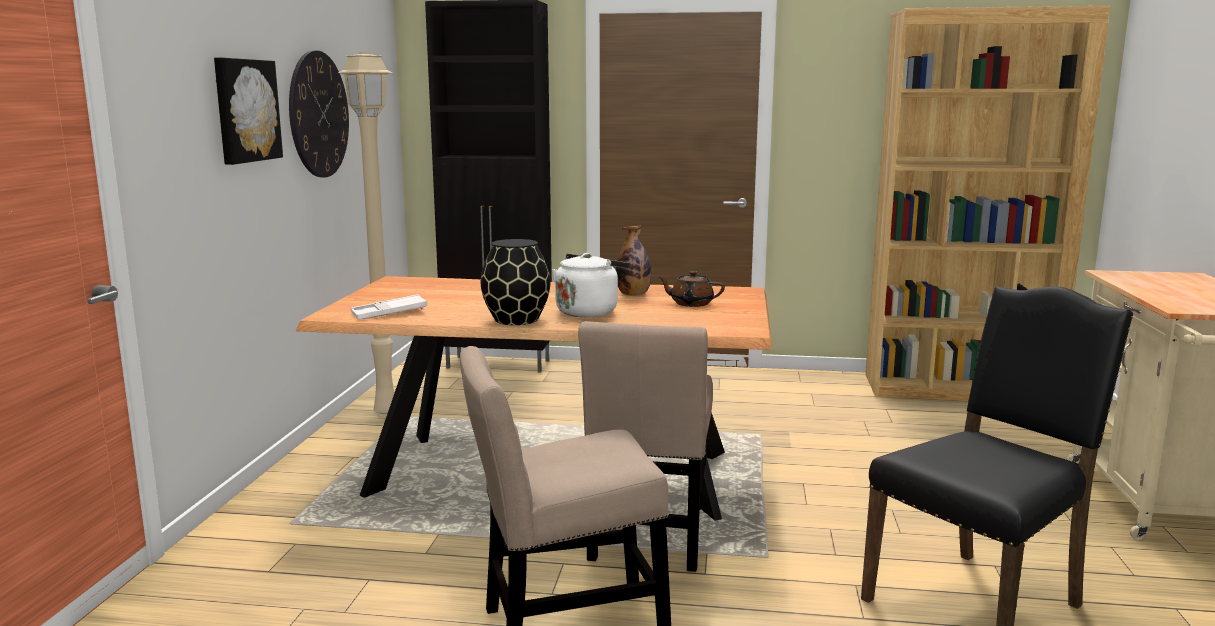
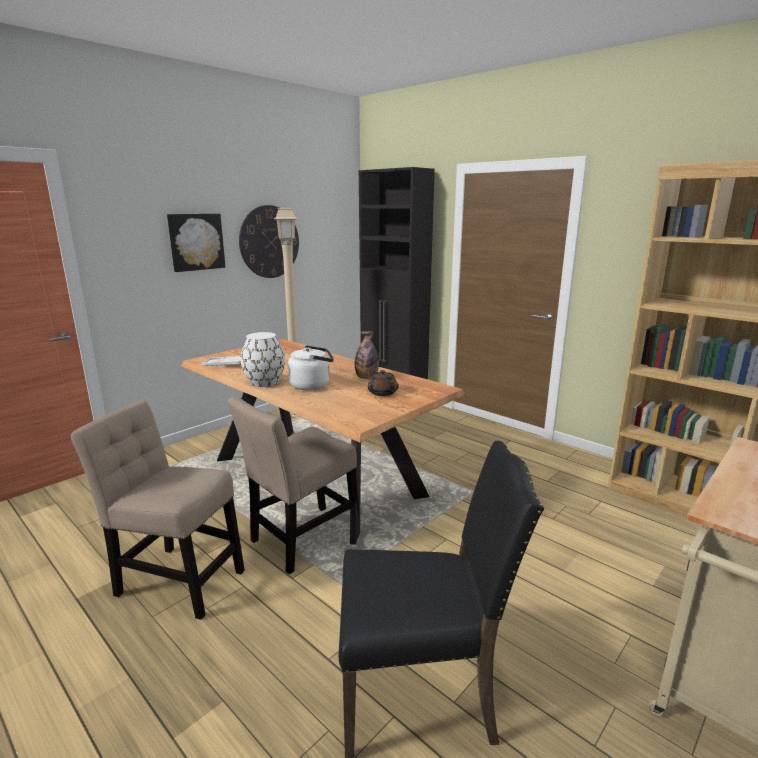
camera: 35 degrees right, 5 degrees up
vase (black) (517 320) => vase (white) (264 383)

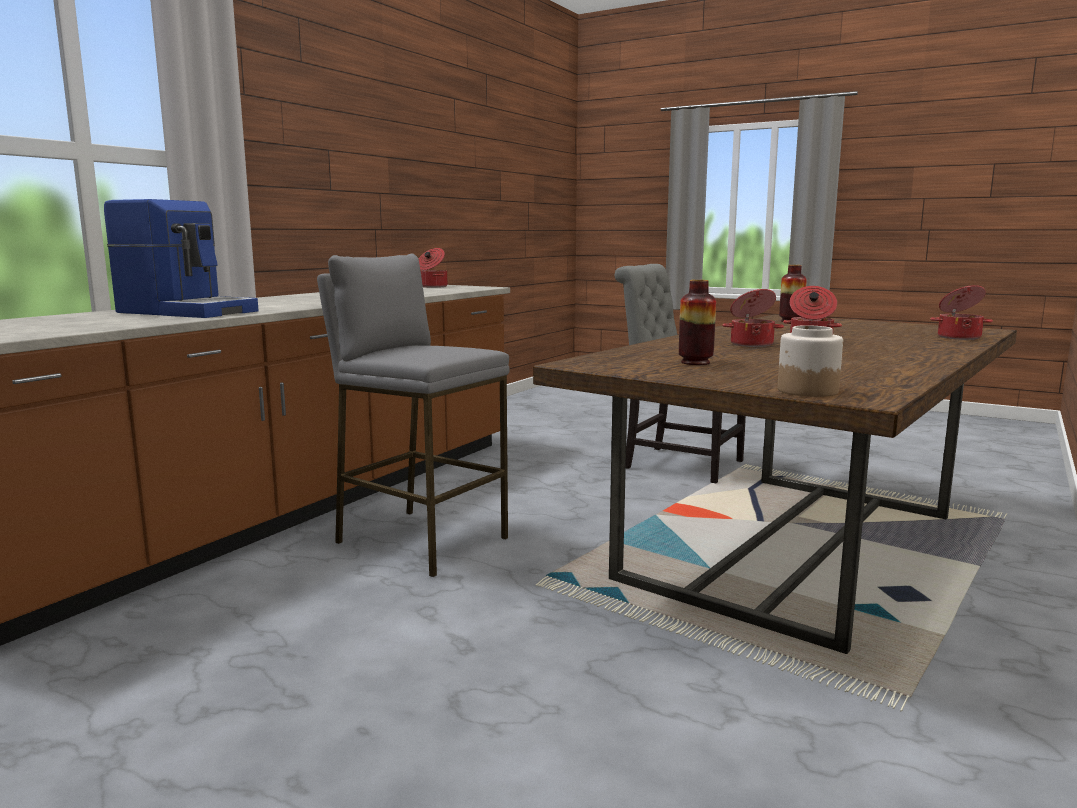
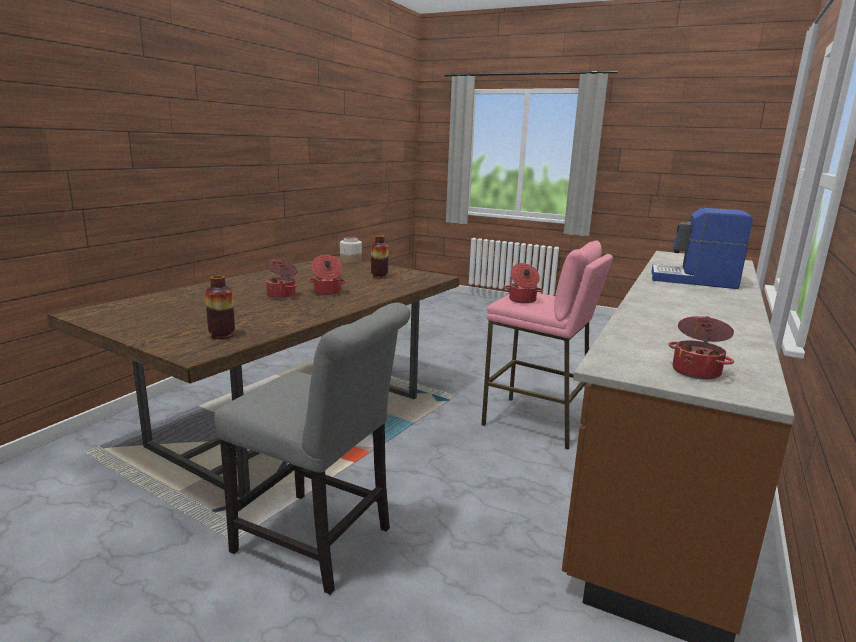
camera: 175 degrees right, 5 degrees up
cooking pot (958 337) => cooking pot (522 300), moved
stool (grey) (421 540) => stool (pink) (536 423)

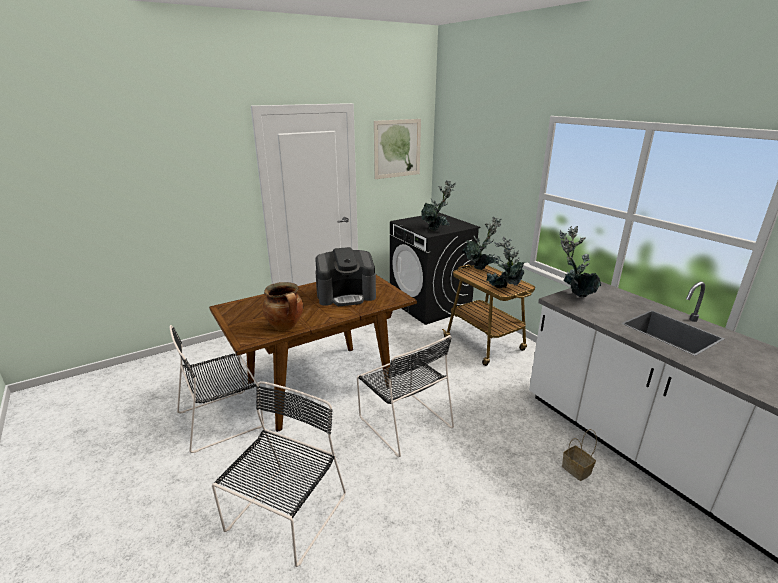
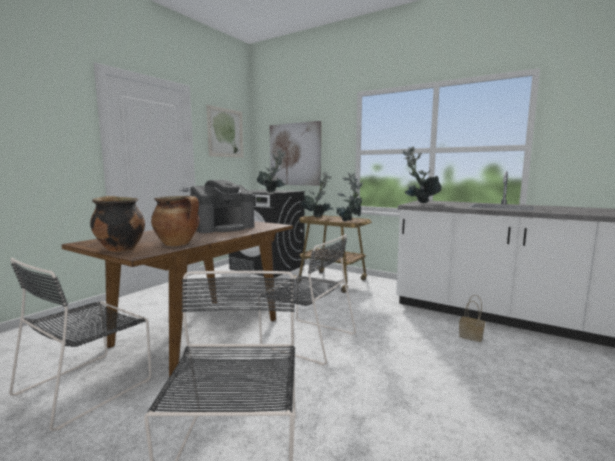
camera: 25 degrees left, 15 degrees down
nothing => cooking pot (119 249)
nothing => picture (295 154)

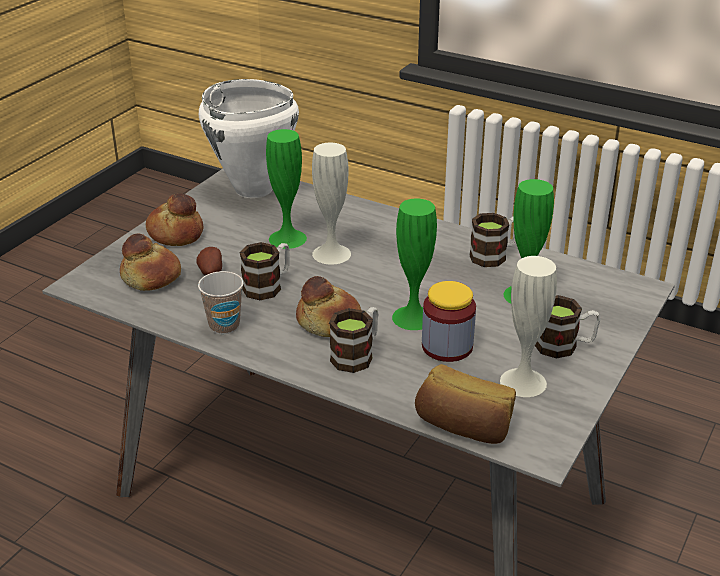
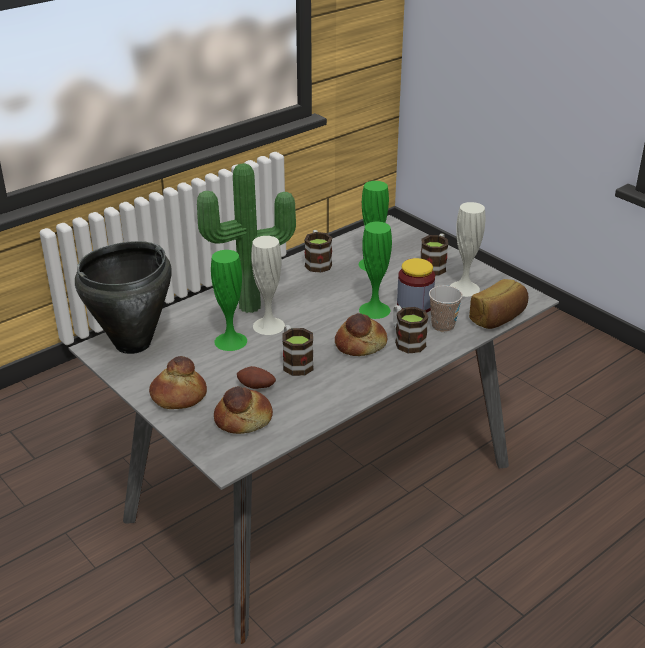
camera: 70 degrees left, 0 degrees up
nothing => potted plant (252 309)
cup (224 325) => cup (443 326), moved
cooking pot (white) (253 190) => cooking pot (black) (134 344)

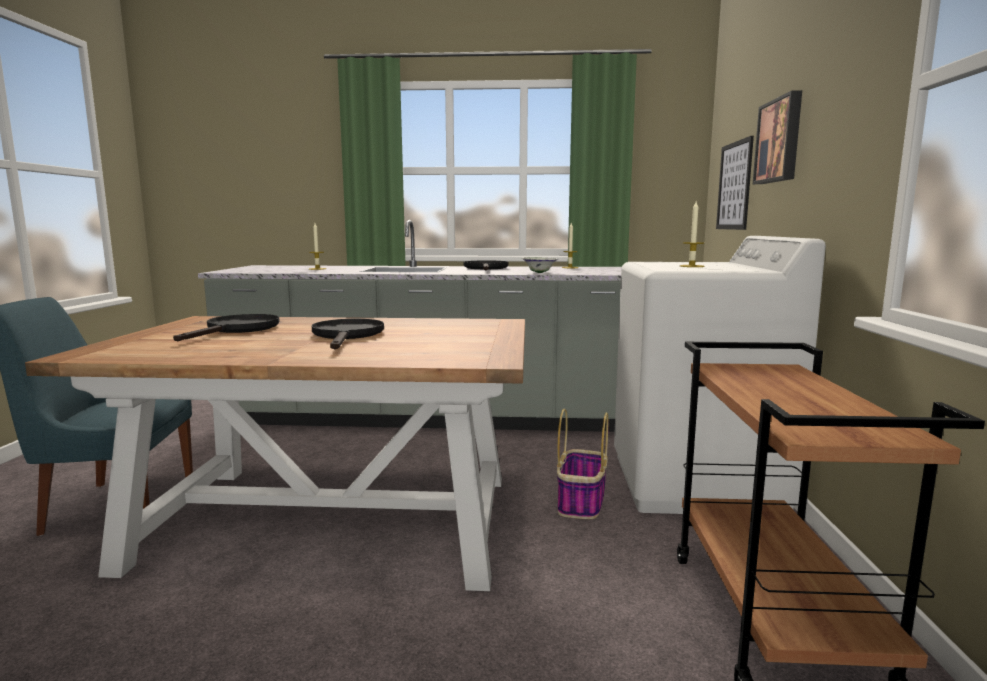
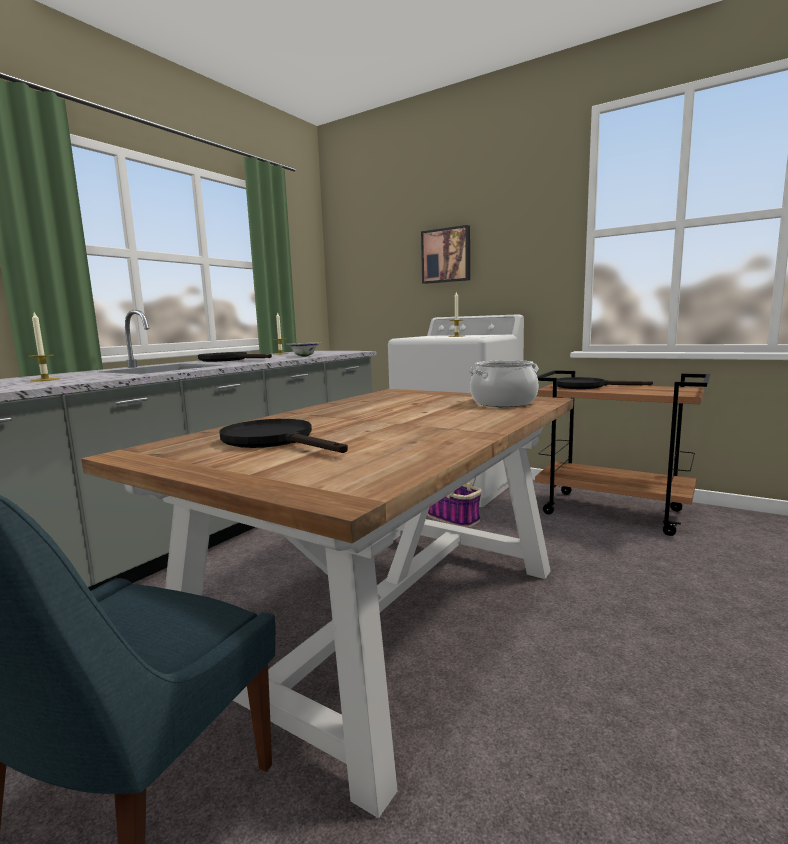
camera: 60 degrees left, 0 degrees up
picture (734 186) => nothing
nothing => cooking pot (503 403)
frying pan (black) (347 335) => frying pan (black) (587 386), moved

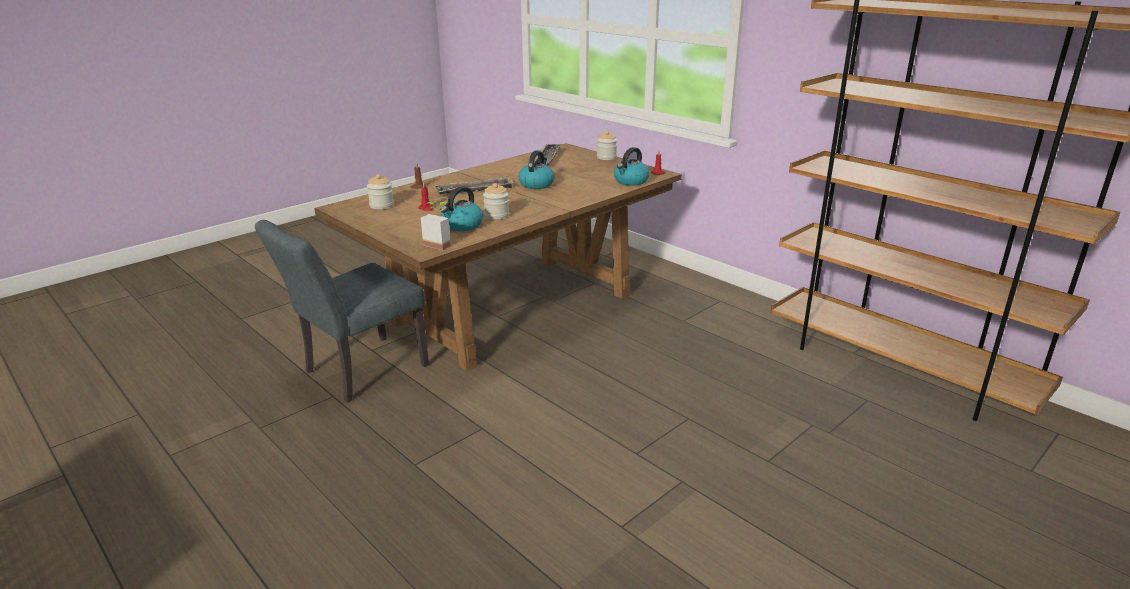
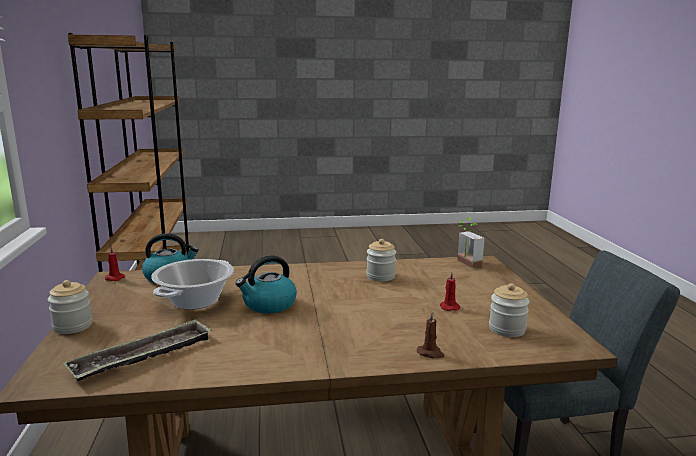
camera: 145 degrees left, 10 degrees down
tray (474 190) => nothing
kettle (462 225) => nothing
nothing => cooking pot (195 301)

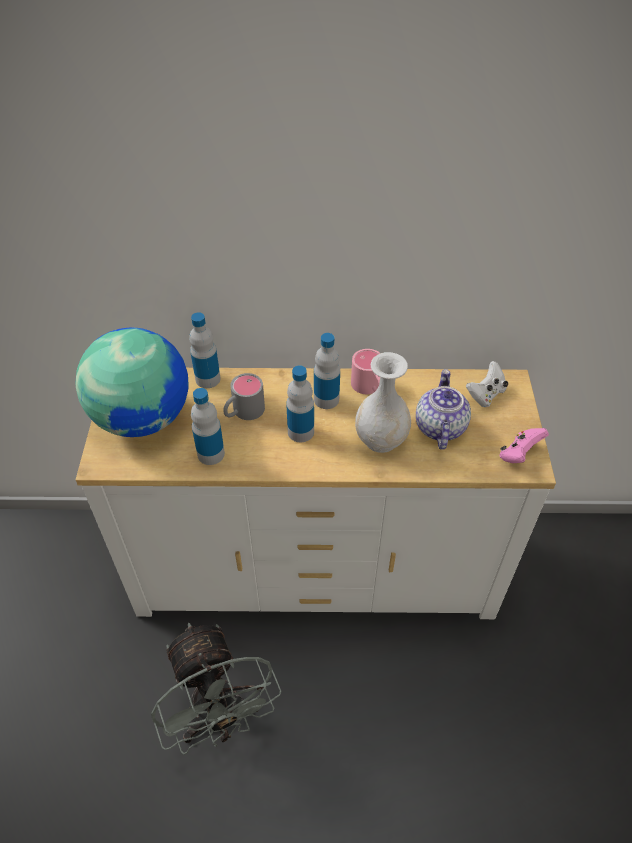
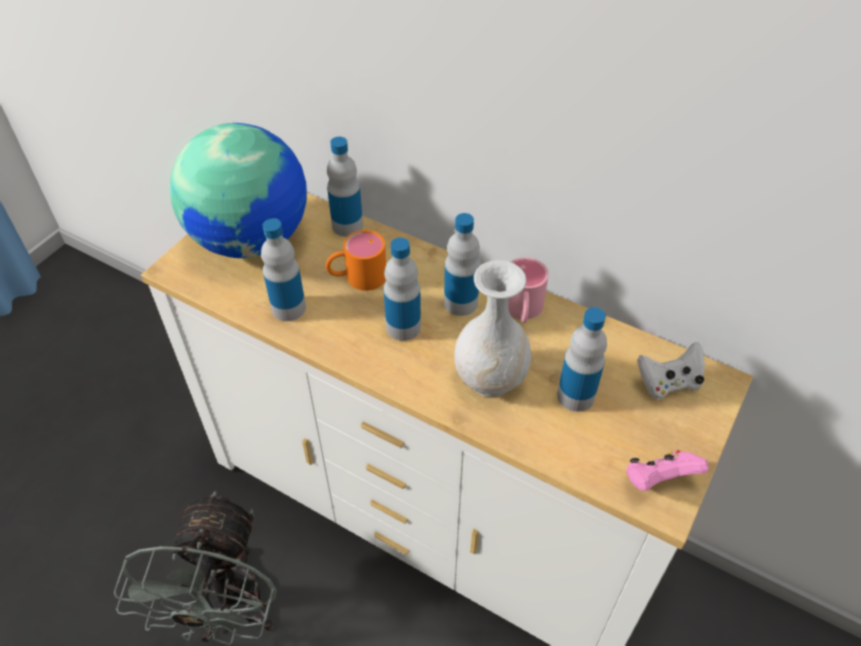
camera: 30 degrees right, 0 degrees up
teapot (439 426) => bottle (575 396)
mug (grey) (243 412) => mug (orange) (357 277)

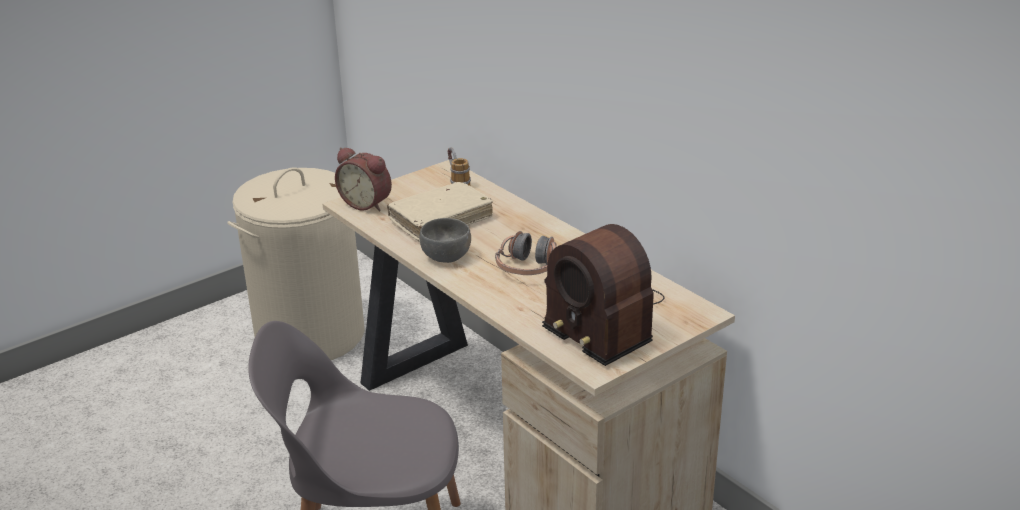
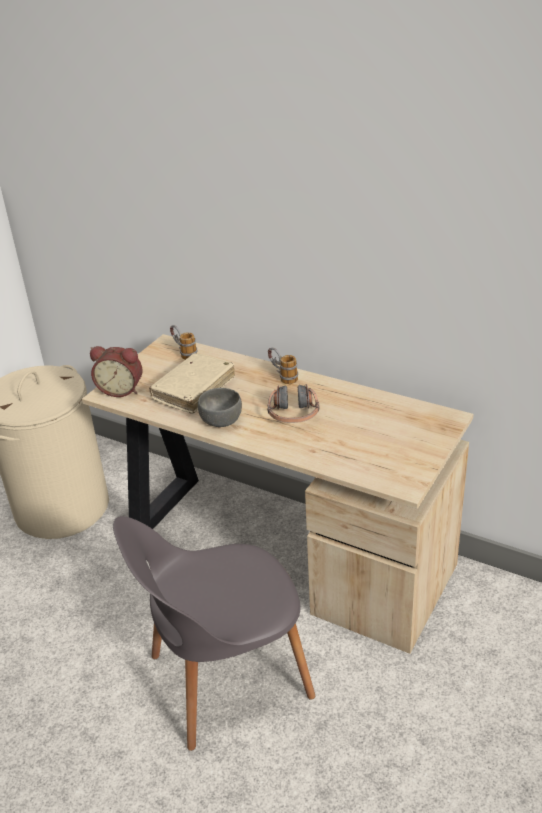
camera: 20 degrees left, 5 degrees up
radio (602 321) => nothing
nothing => mug (282 377)

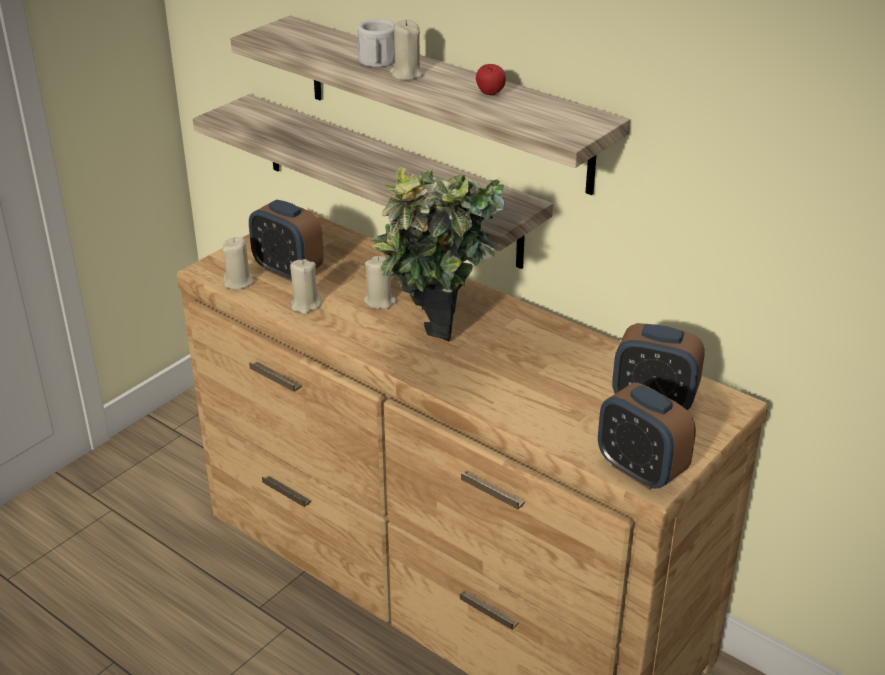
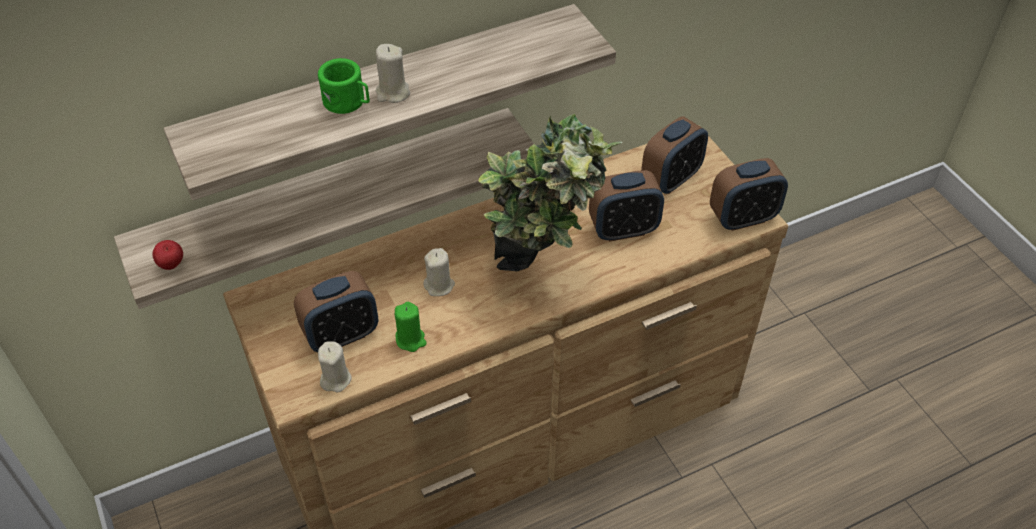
camera: 65 degrees left, 15 degrees up
nothing => alarm clock (623 229)
apple (490 95) => apple (172 265), moved
candle (beige) (306 305) => candle (green) (410 339)
mug (white) (377 62) => mug (green) (348 102)

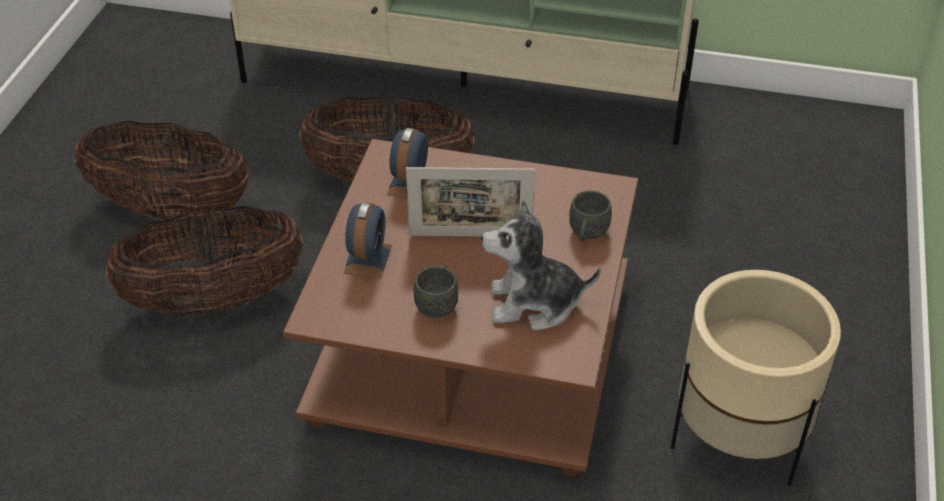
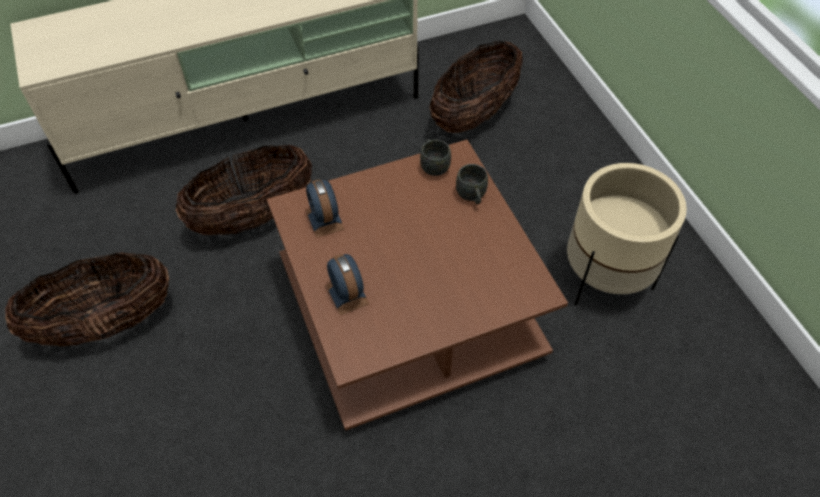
camera: 35 degrees left, 10 degrees up
picture frame (470 235) => nothing
plush toy (534 303) => nothing
basket (214 300) => basket (474 114), moved
mug (grey) (438 303) => mug (grey) (433 165), moved

